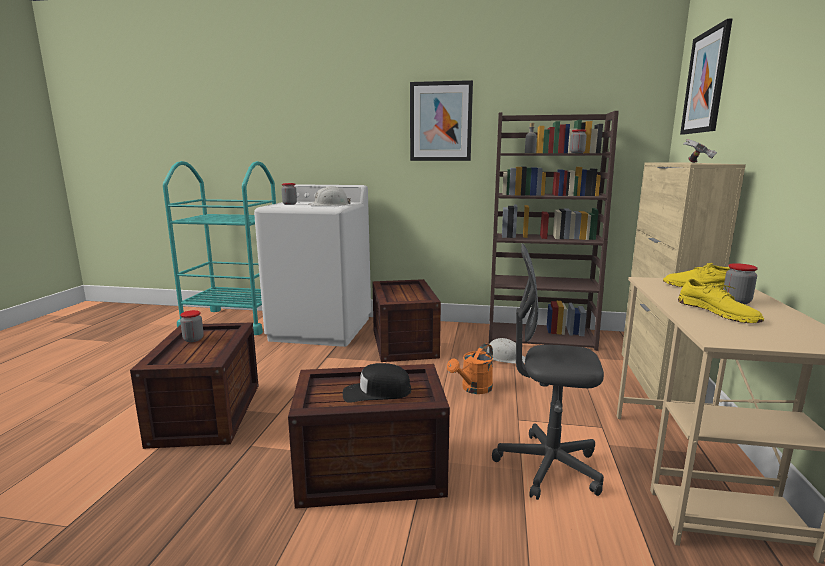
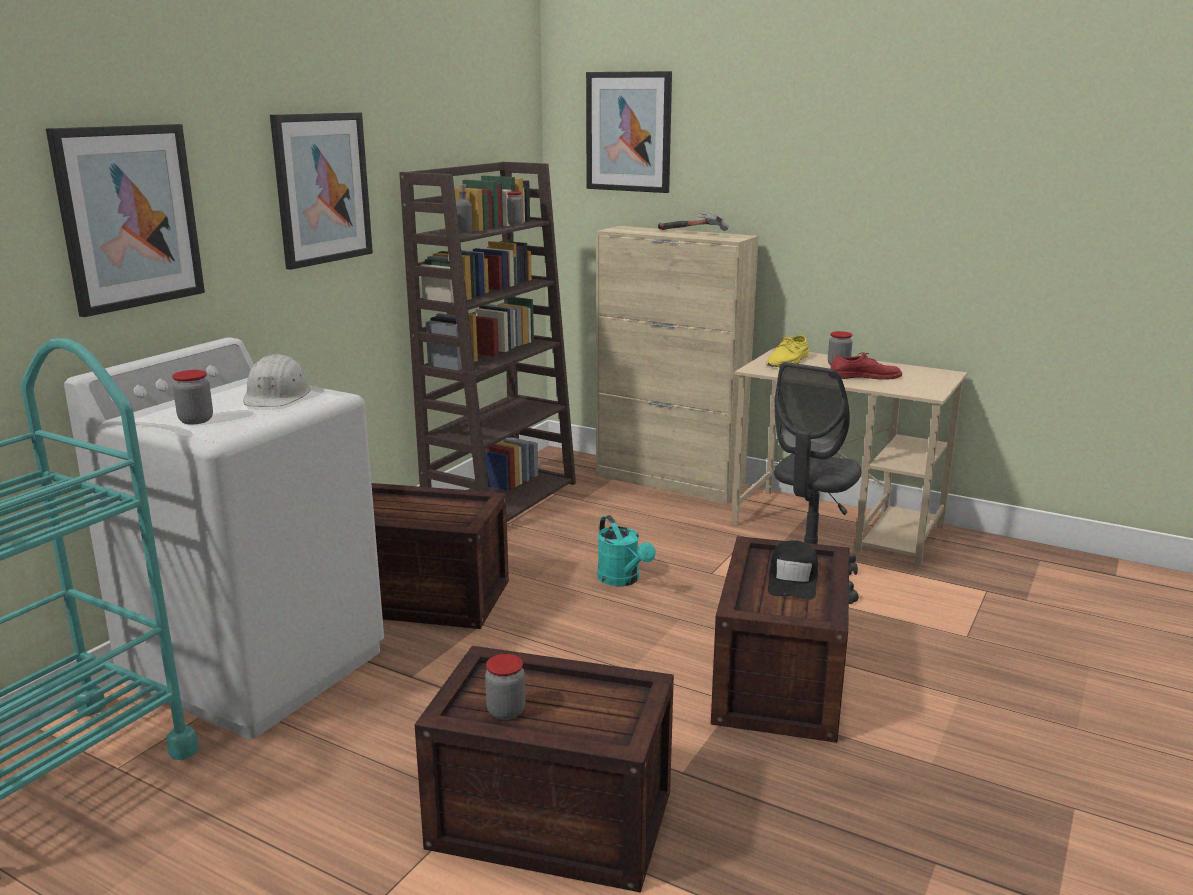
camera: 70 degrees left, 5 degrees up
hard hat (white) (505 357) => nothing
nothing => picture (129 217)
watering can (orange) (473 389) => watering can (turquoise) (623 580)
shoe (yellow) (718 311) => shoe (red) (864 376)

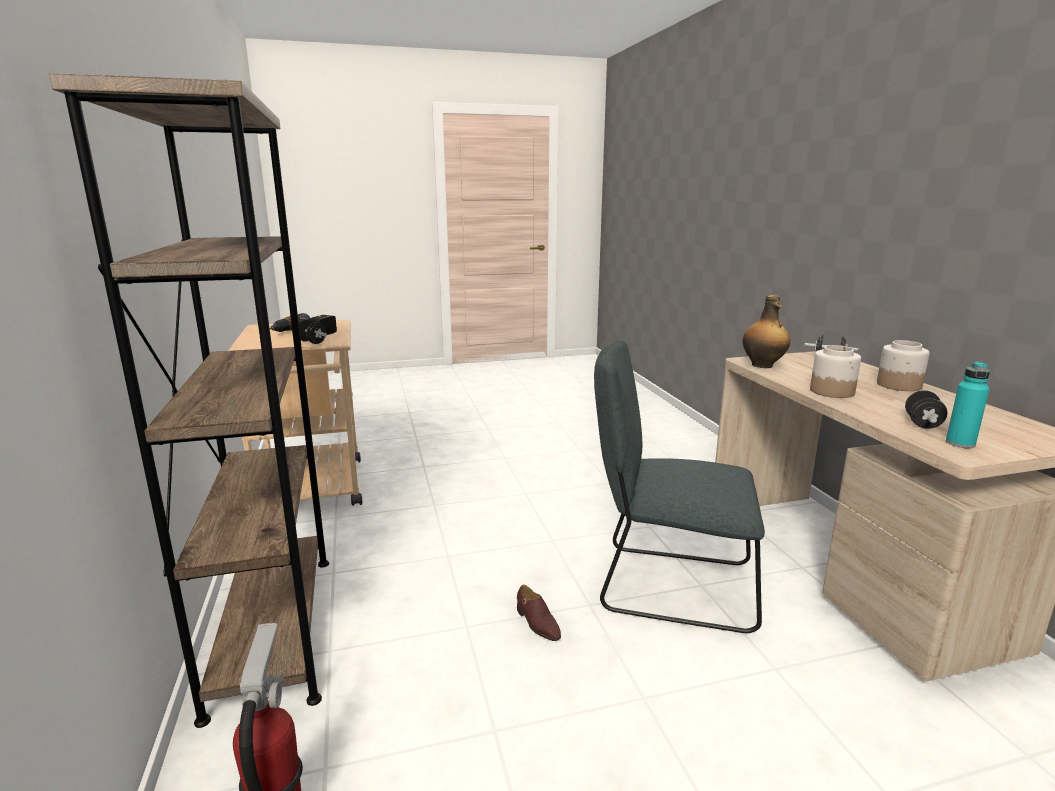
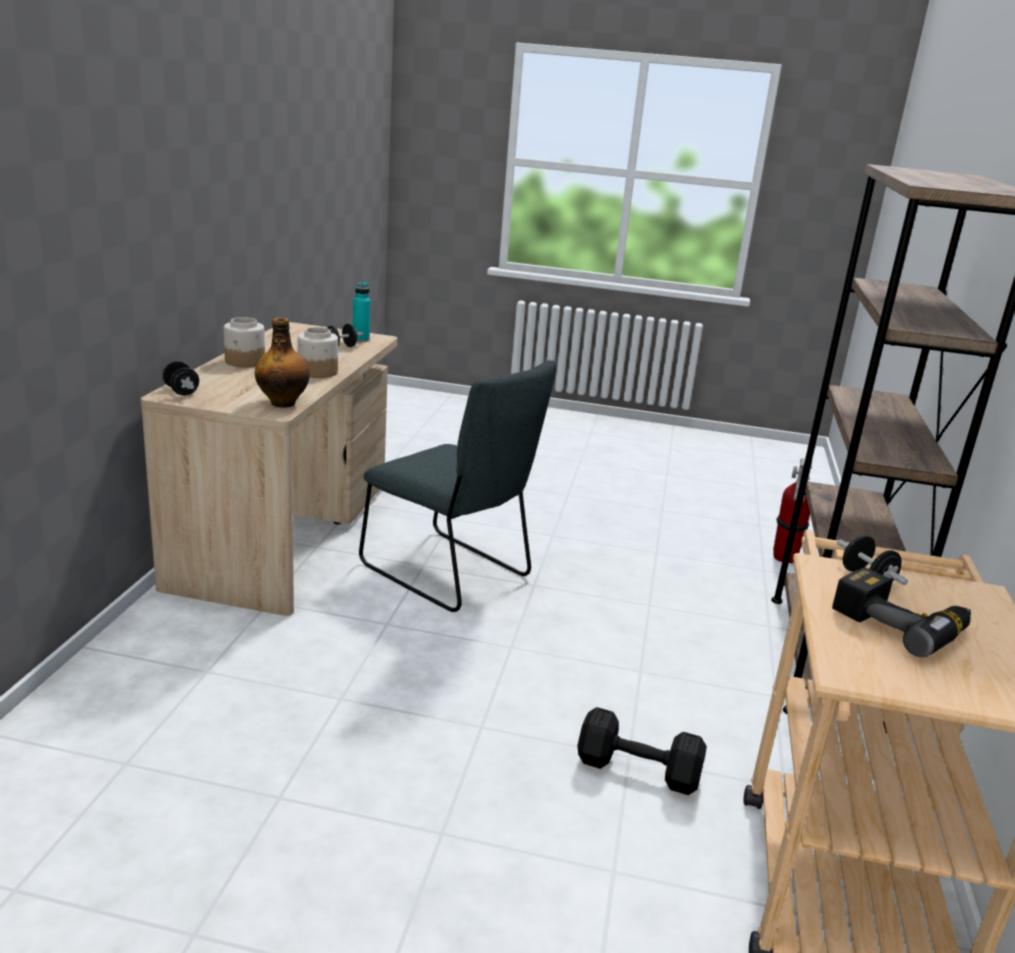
camera: 155 degrees left, 5 degrees up
shoe (brown) (537 623) => nothing
nothing => dumbbell (black) (640 771)

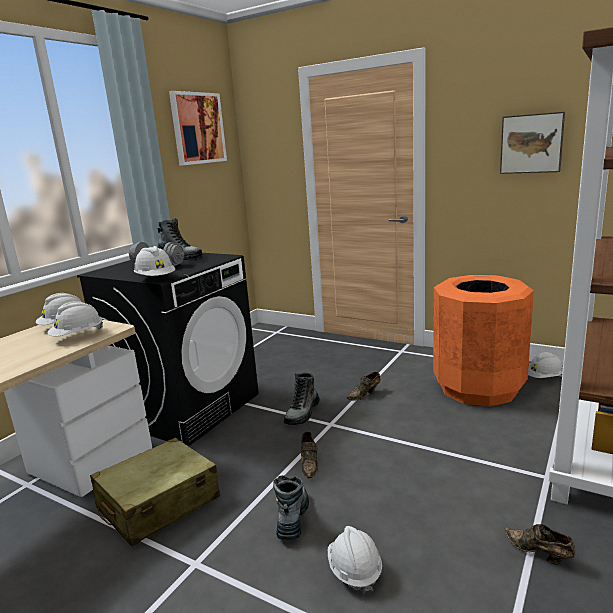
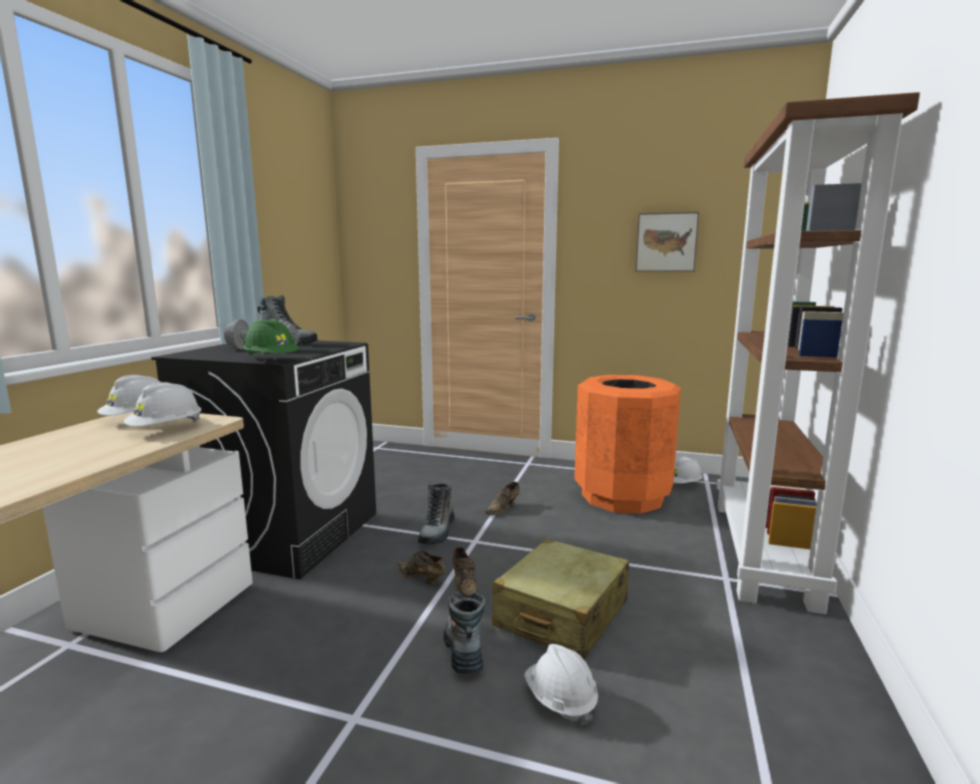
camera: 15 degrees left, 5 degrees down
picture (198 128) => nothing
suitcase (beige) (158 504) => suitcase (beige) (561 614), moved
shoe (brown) (539 553) => shoe (brown) (422 579), moved
hard hat (white) (156 279) => hard hat (green) (272 360)

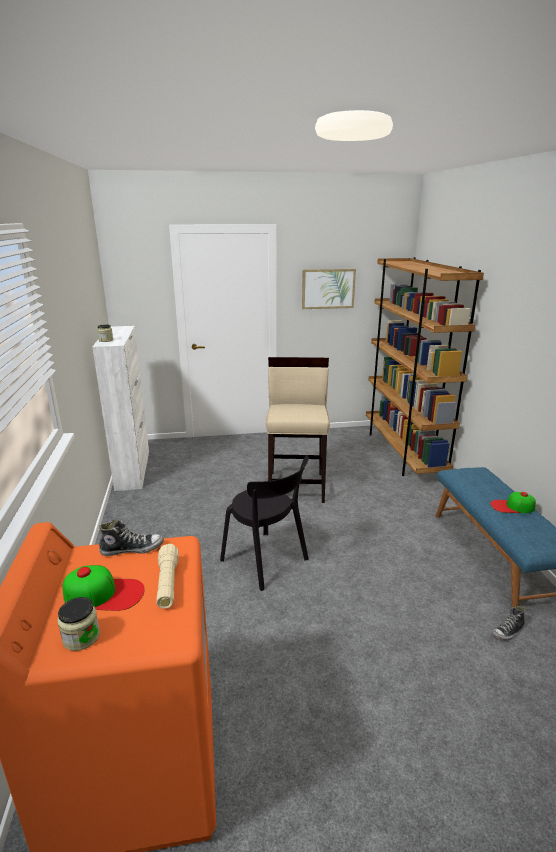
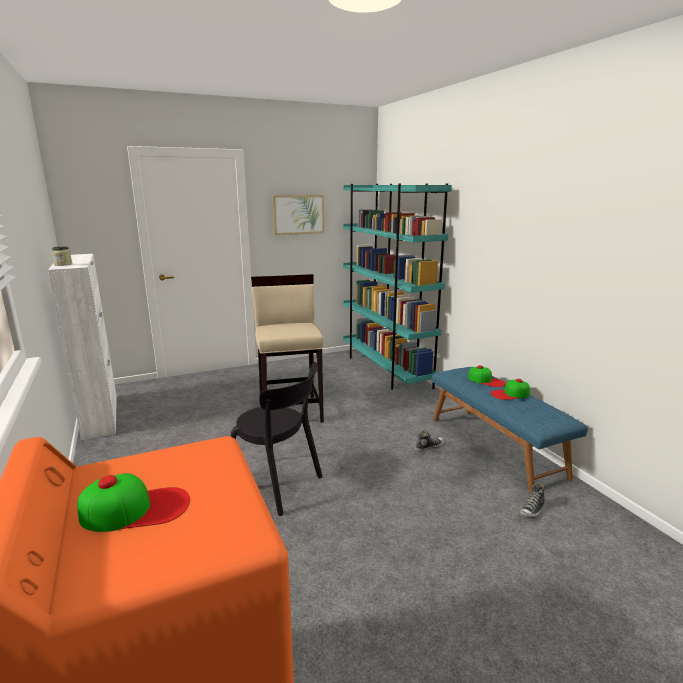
camera: 15 degrees left, 5 degrees down
jar (81 637) => nothing
flashlight (beige) (167 583) => nothing
nothing => cap (486 380)
shoe (132 549) => shoe (429 447), moved
bookcase (brown) (402 452) => bookcase (turquoise) (385 369)

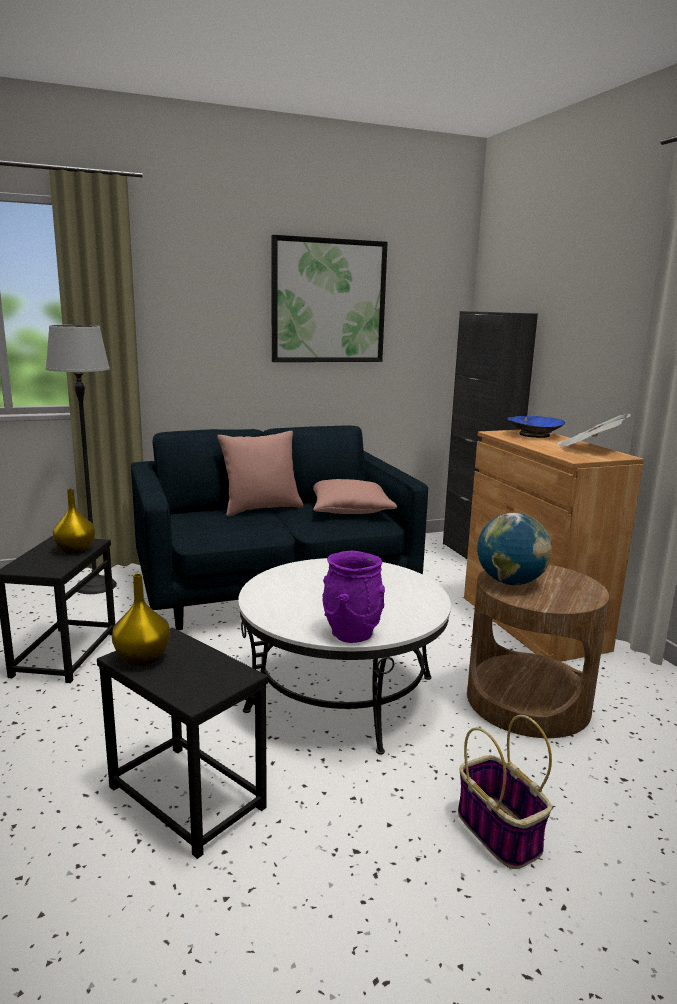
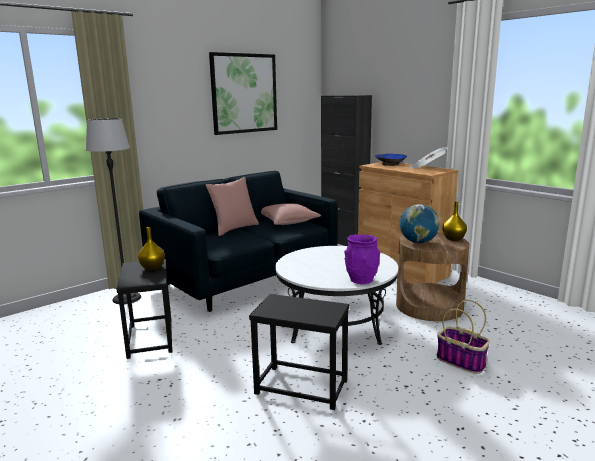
camera: 20 degrees left, 0 degrees up
vase (yellow) (143 658) => vase (yellow) (453 239), moved

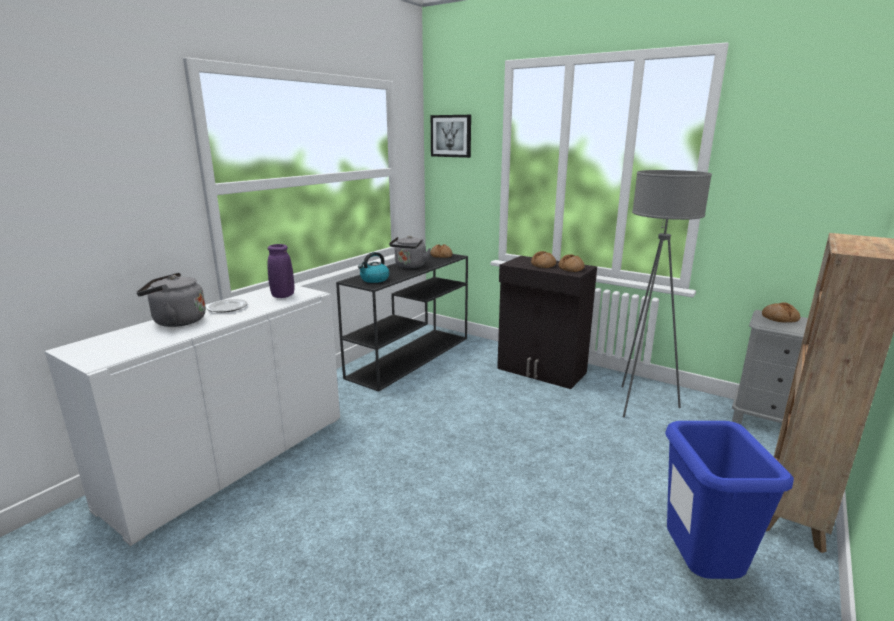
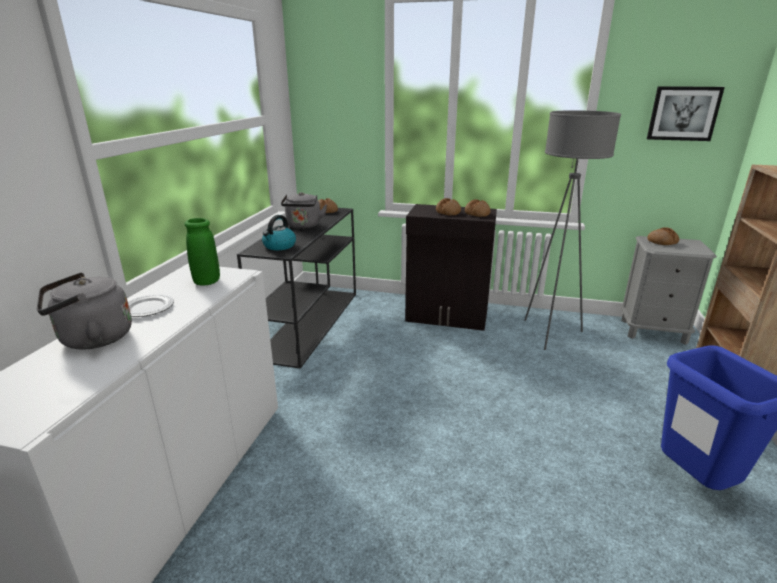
camera: 20 degrees left, 5 degrees up
picture (451 136) => picture (683 113), moved
vase (purple) (283 296) => vase (green) (207 281)

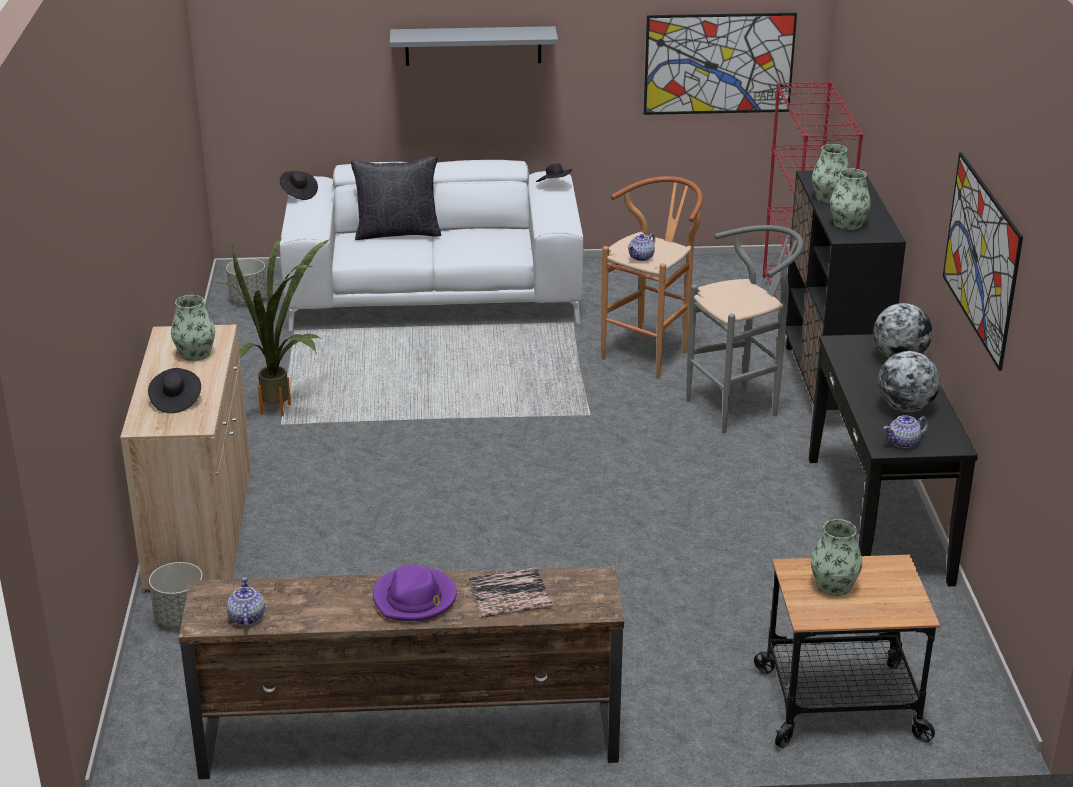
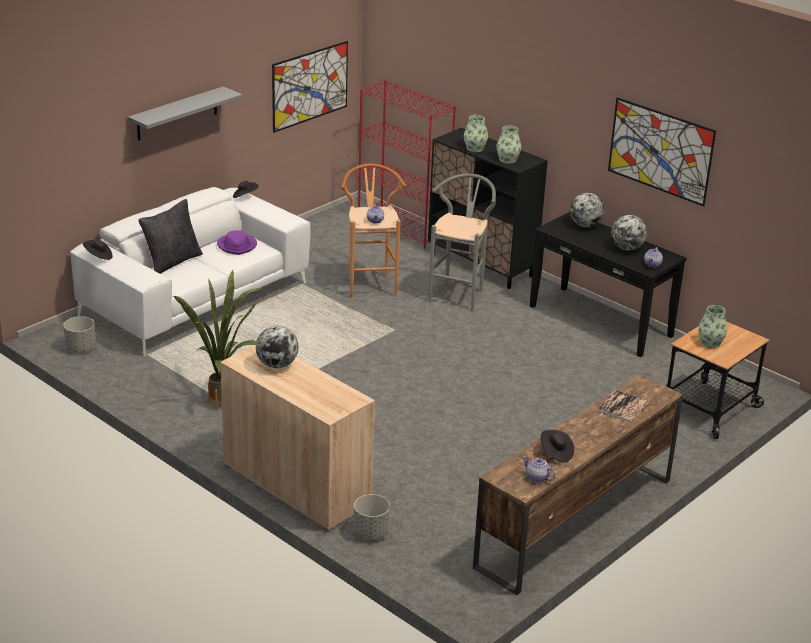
camera: 45 degrees left, 0 degrees up
hat (black) (175 401) => hat (black) (556 453), moved
hat (purple) (415 598) => hat (purple) (237 246), moved
vase (195 353) => globe (277 365)

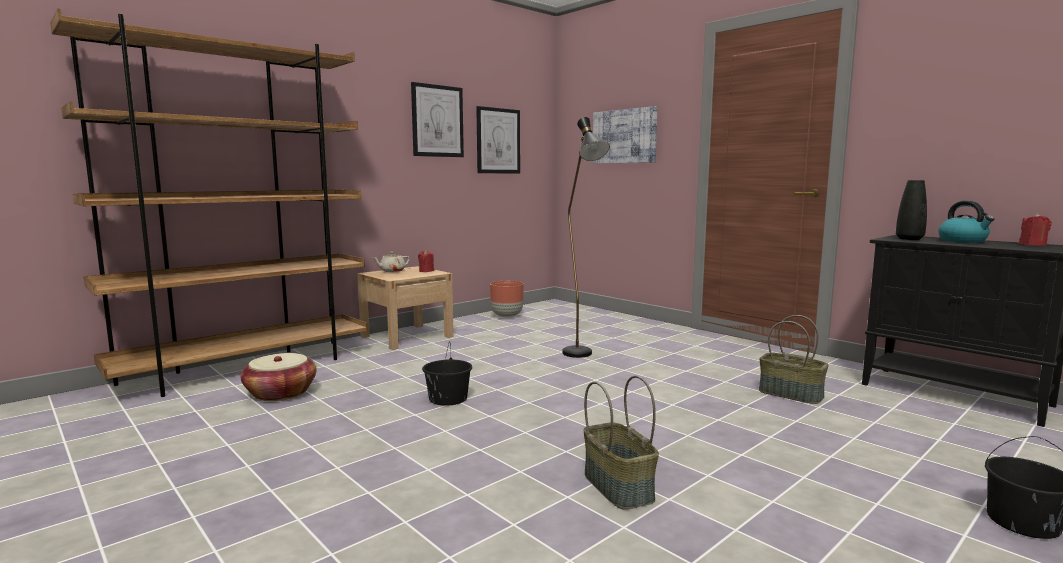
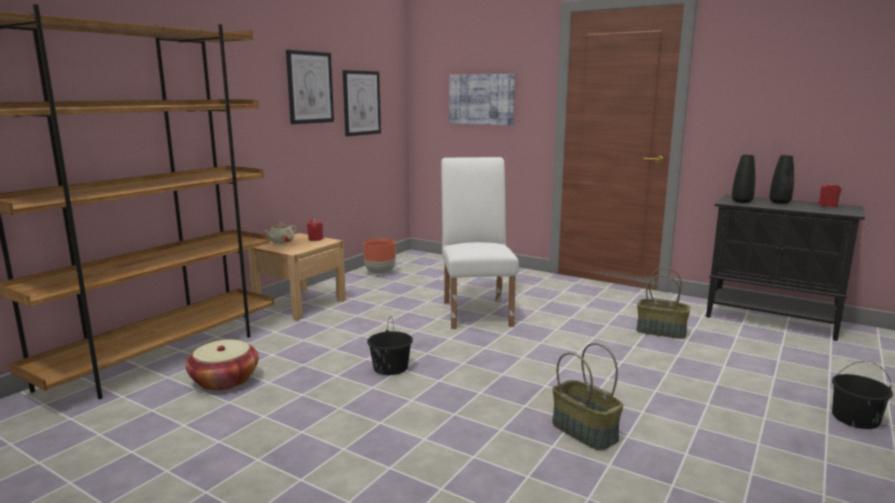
camera: 15 degrees left, 5 degrees up
floor lamp (black) (582 356) => chair (white) (477 311)
kettle (963 241) => vase (black) (779 202)

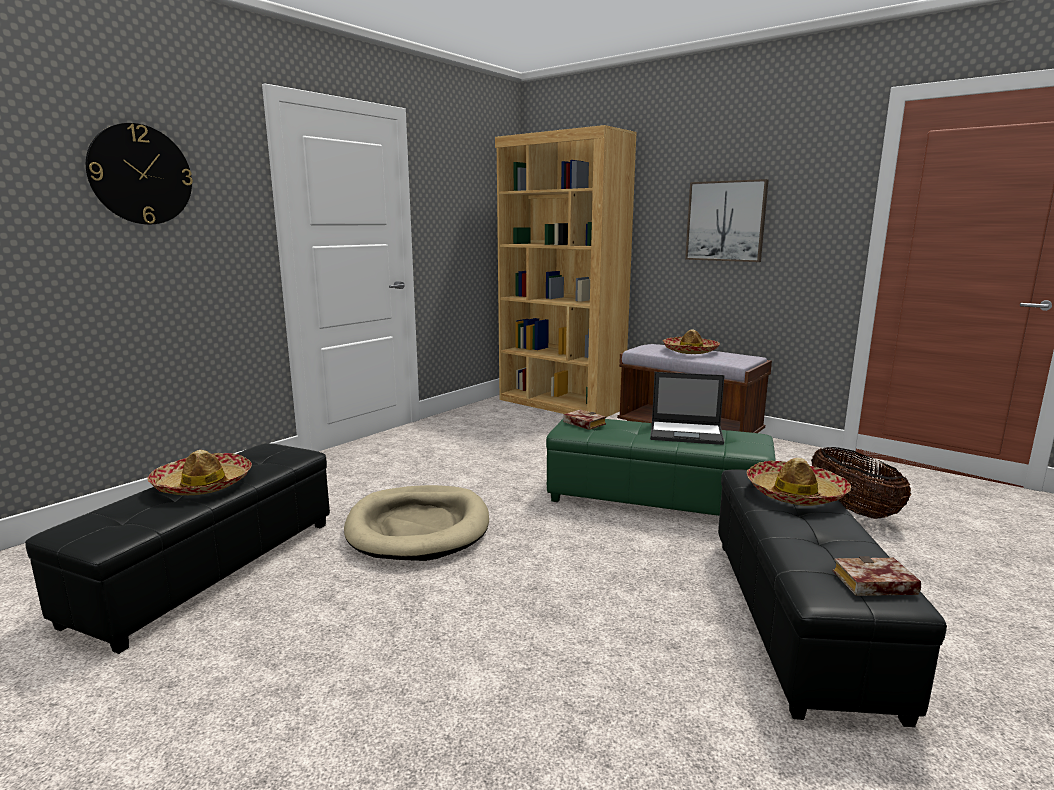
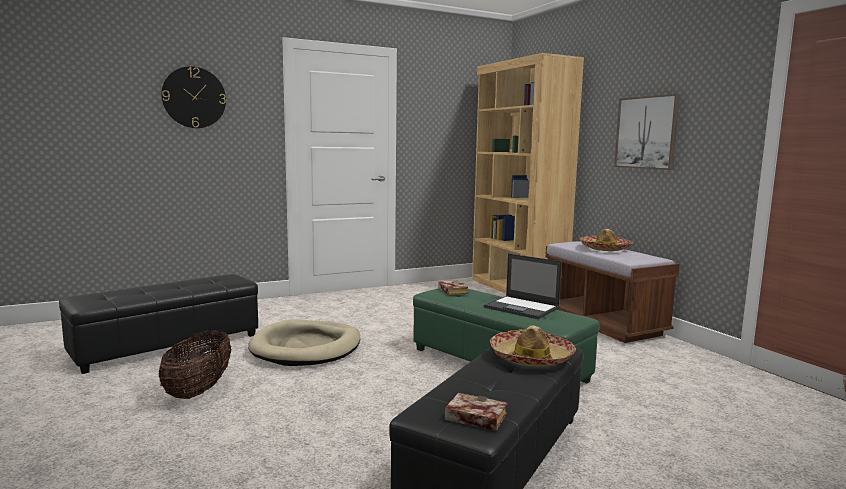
camera: 25 degrees right, 5 degrees down
hat (203 485) => nothing
basket (852 509) => basket (199 390), moved

